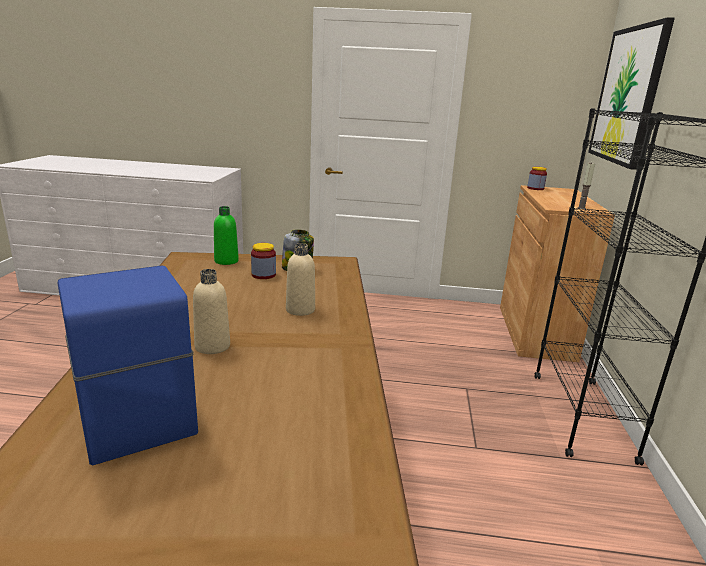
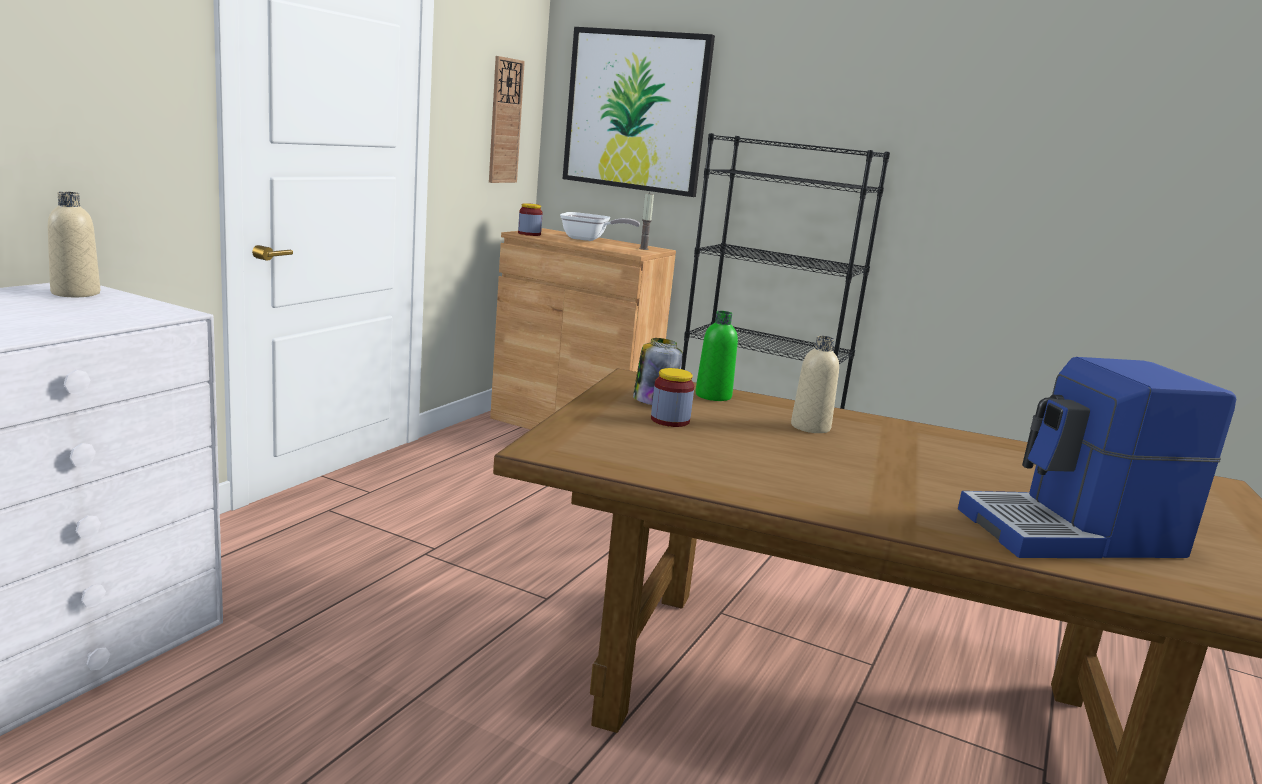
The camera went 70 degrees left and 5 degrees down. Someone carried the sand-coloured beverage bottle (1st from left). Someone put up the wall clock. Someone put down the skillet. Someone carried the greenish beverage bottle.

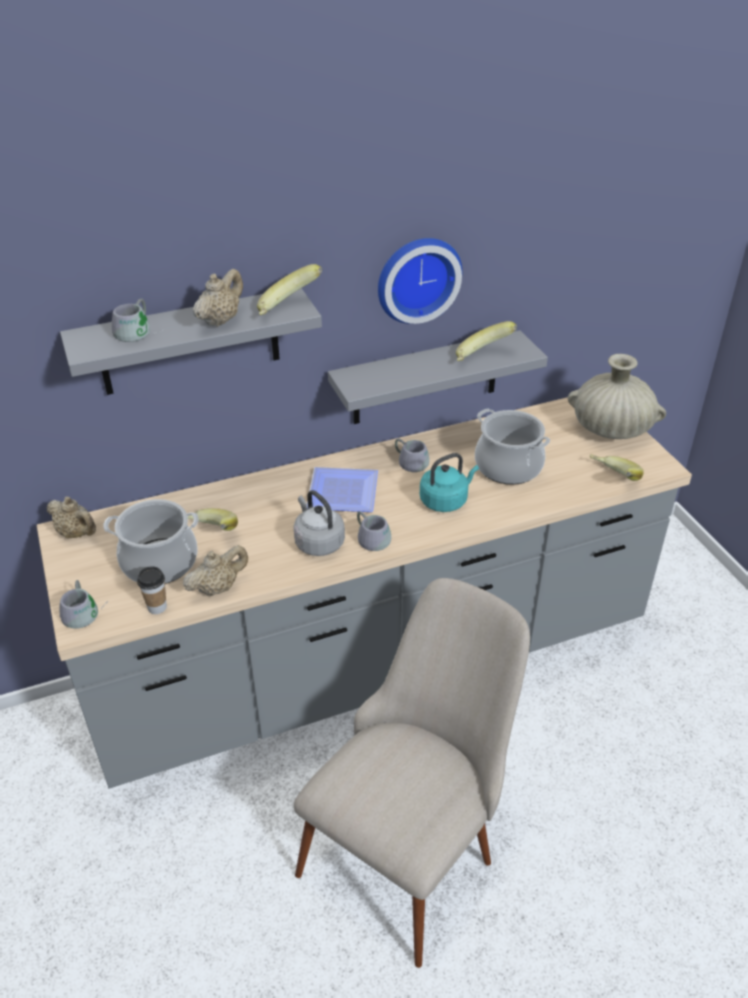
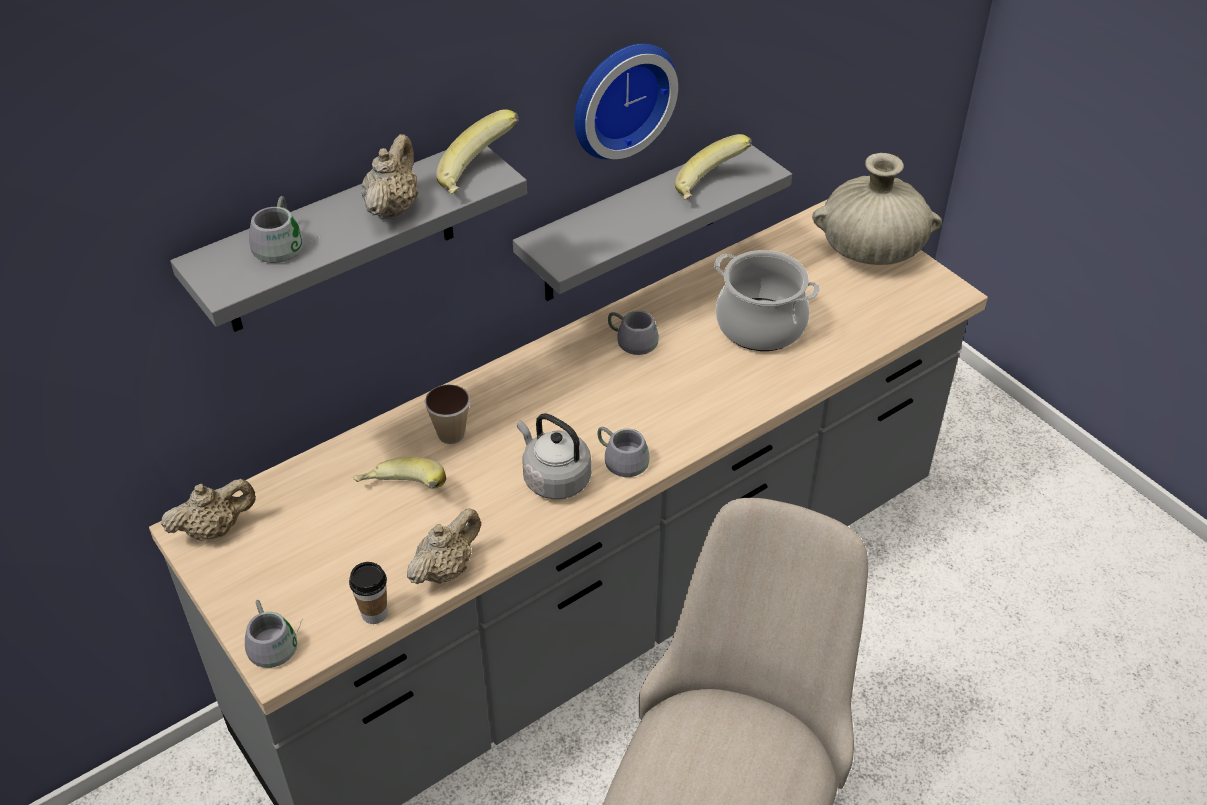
The camera went 15 degrees left and 5 degrees up. Someone rotated the sand-coloured teapot (1st from left) by 45 degrees counterclockwise. Someone put down the drinking cup (2nd from left). Someone took away the stockpot (1st from left). Someone took away the flat dish. Someone took away the turquoise kettle. Someone took away the whole banana (4th from left).

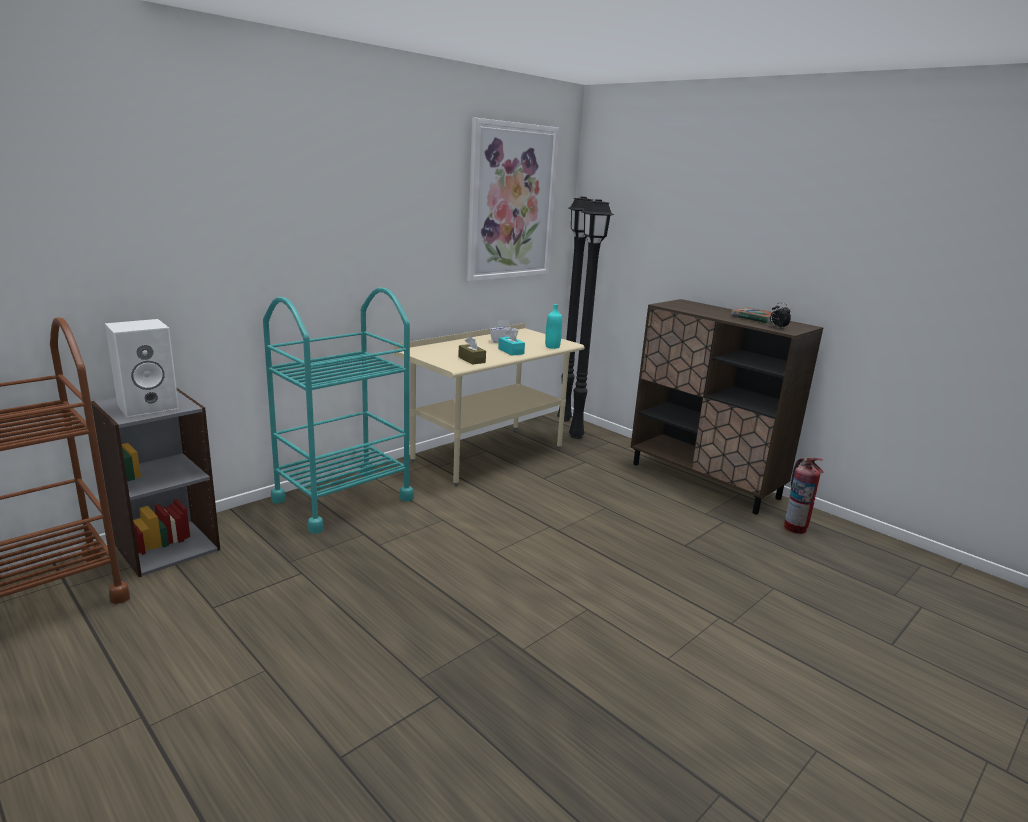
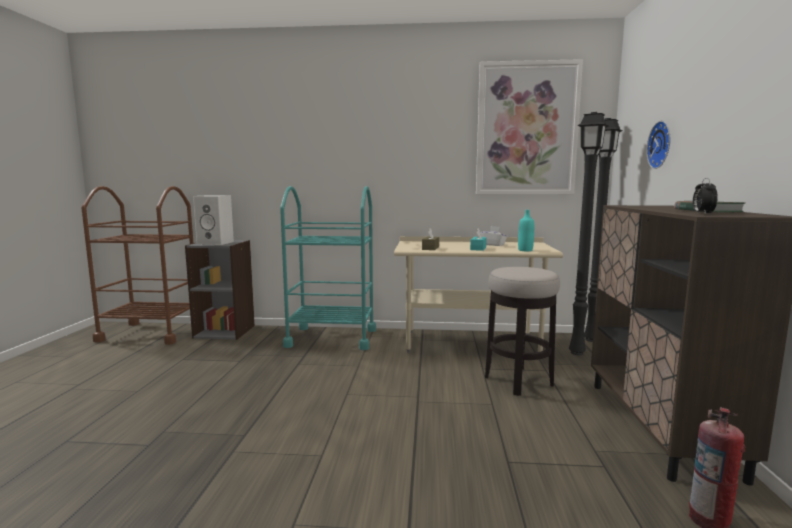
The camera went 50 degrees right and 10 degrees down. Someone put down the stool. Someone put up the wall clock.

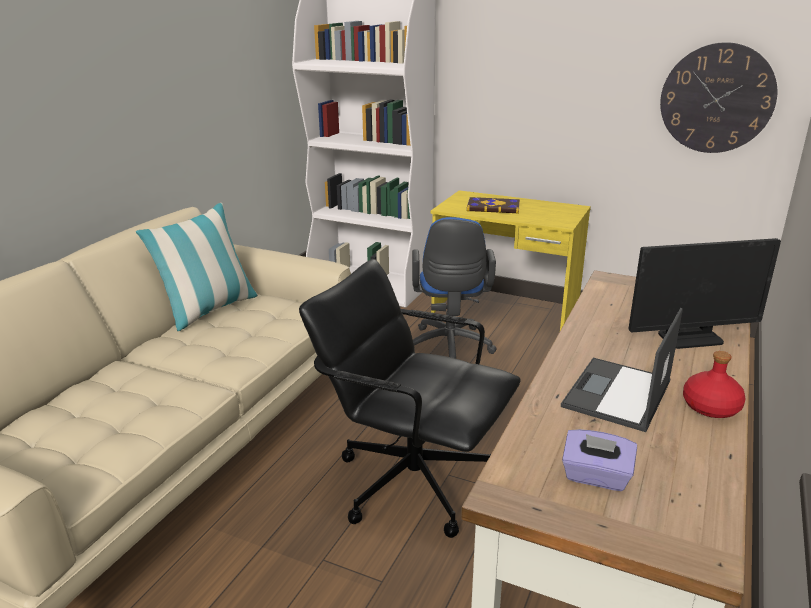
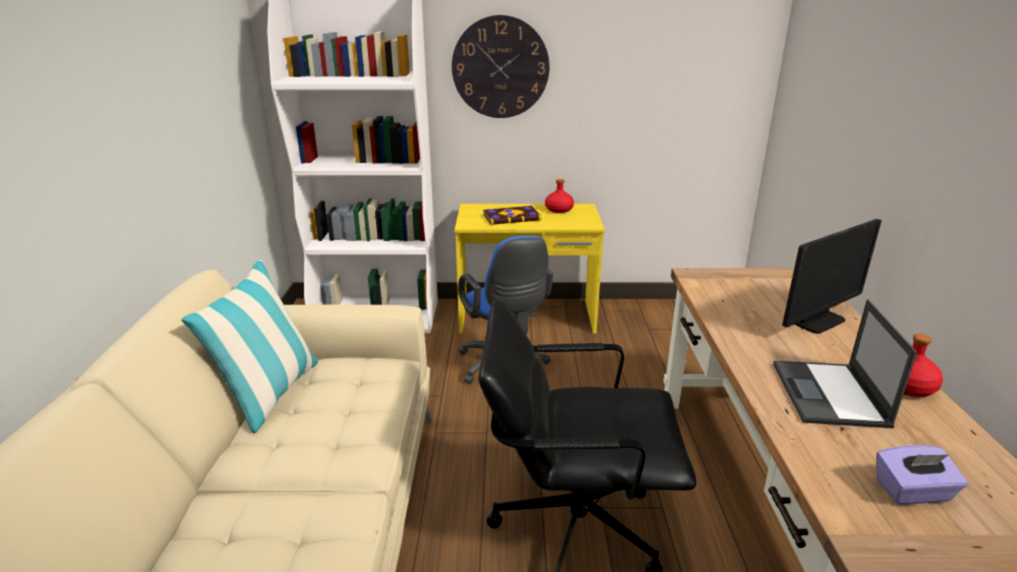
The camera went 25 degrees left and 0 degrees up. Someone carried the wall clock. Someone put down the reddish beverage bottle (1st from left).

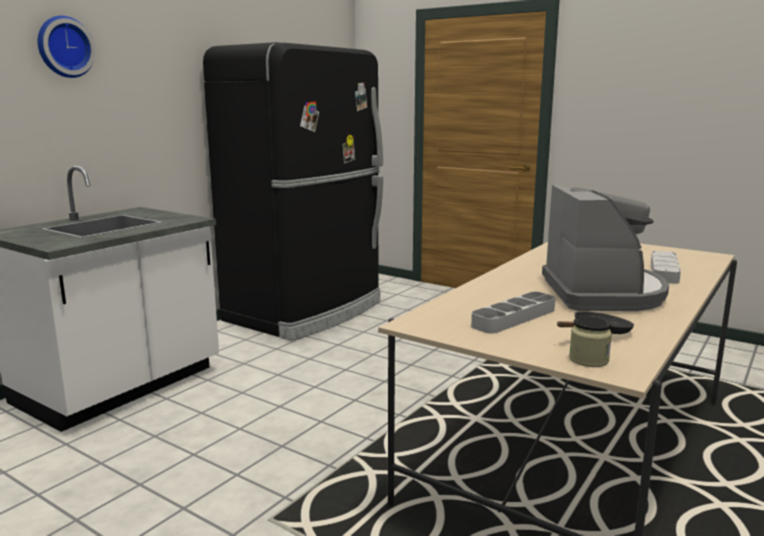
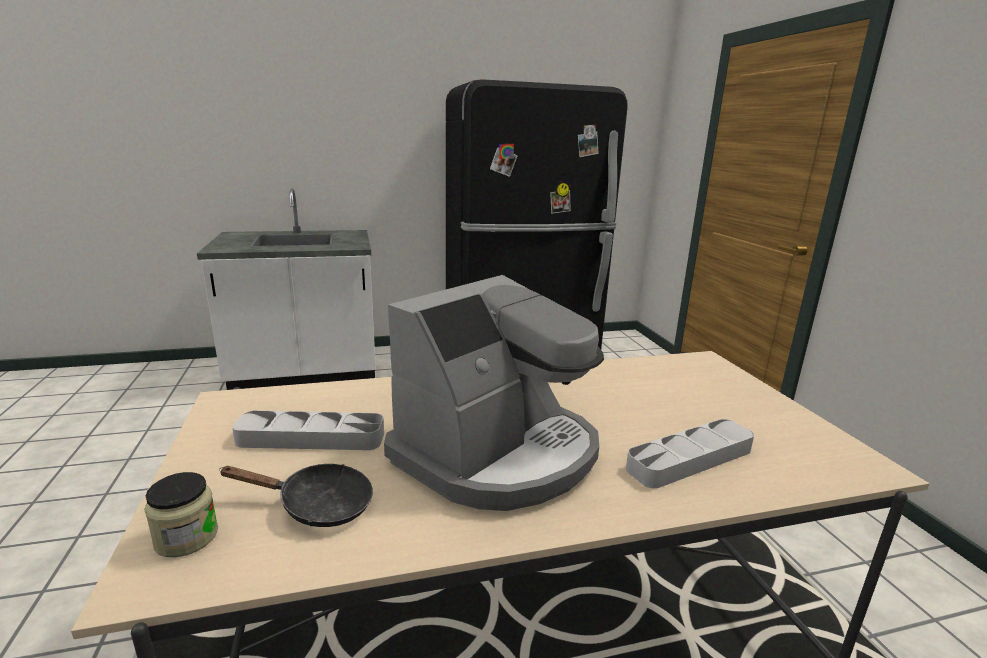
The camera went 40 degrees right and 5 degrees up. Someone took away the wall clock.

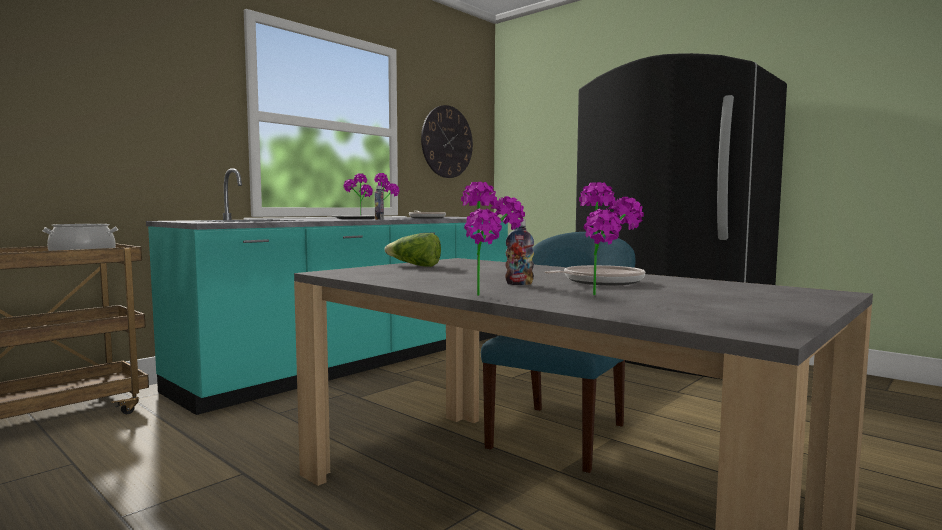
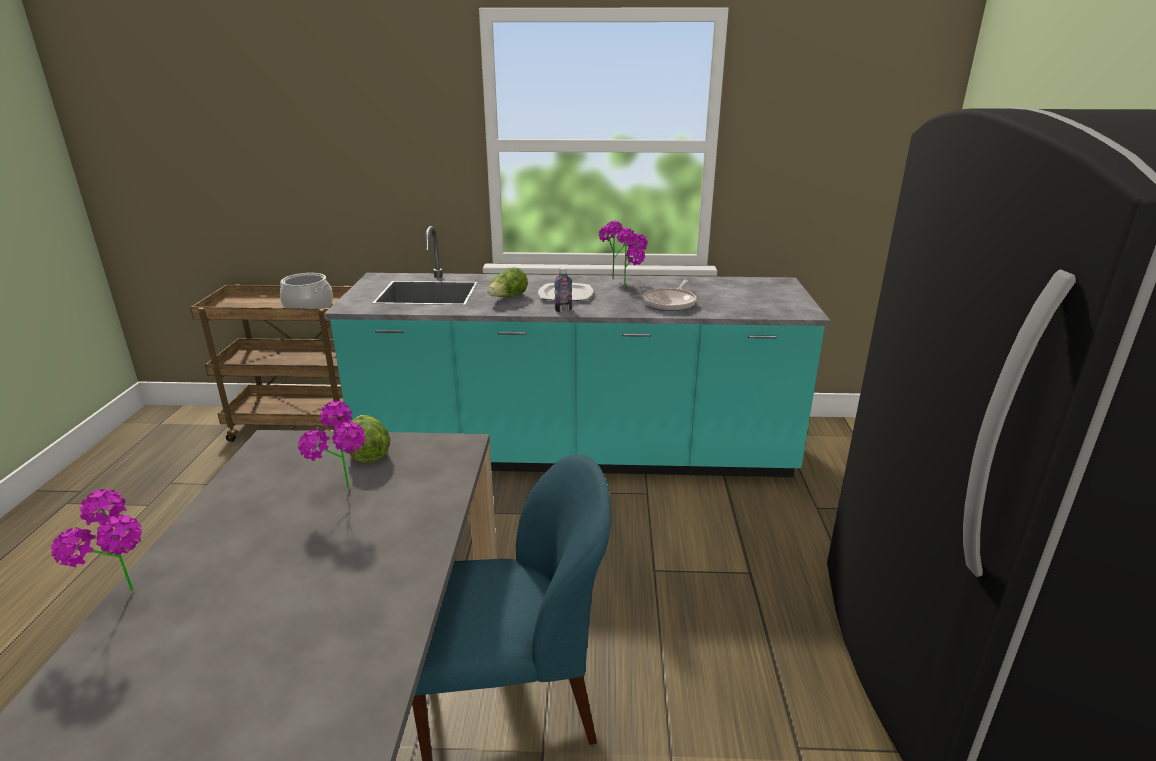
The camera went 50 degrees right and 20 degrees up. Someone carried the potted plant (4th from left in the first image). Someone put down the lettuce (2nd from left). Someone took away the wall clock. Someone took away the beverage bottle (2nd from left). Someone took away the skillet (2nd from left).

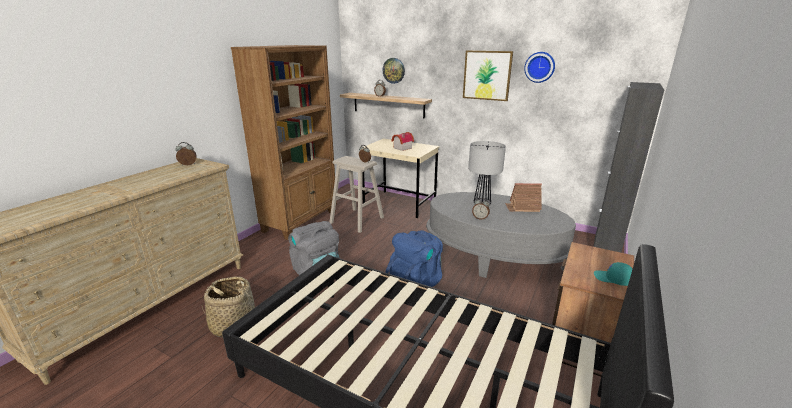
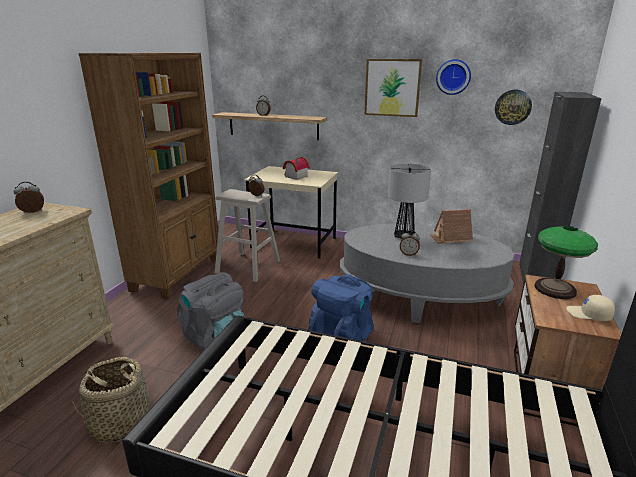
The camera went 10 degrees left and 0 degrees up. Someone carried the wall clock (1st from left in the first image). Someone put down the lamp for a table (2nd from left). Someone repainted the turquoise peaked cap, which became the sand-coloured peaked cap.

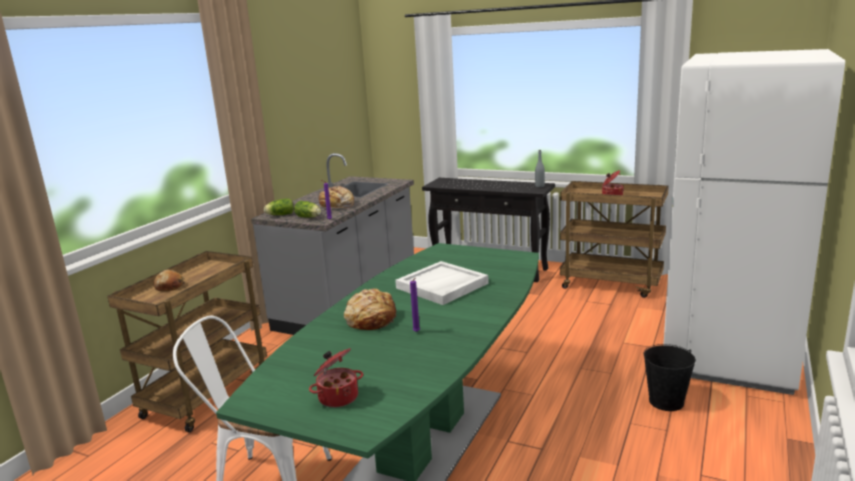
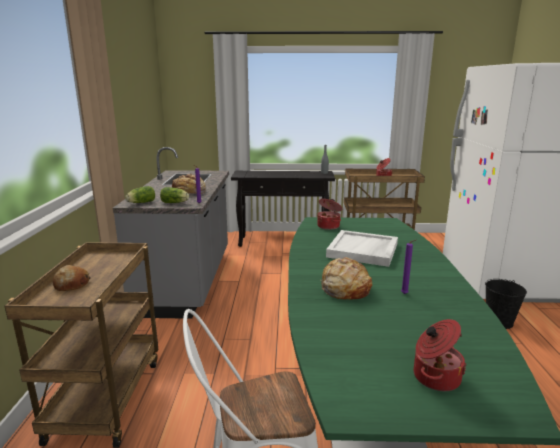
The camera went 25 degrees left and 0 degrees up. Someone put down the stockpot (1st from left).

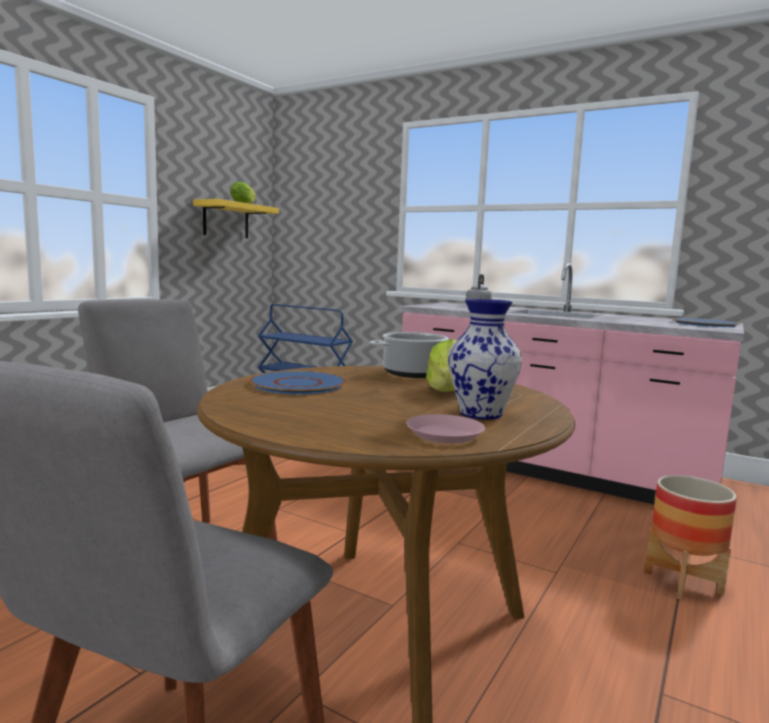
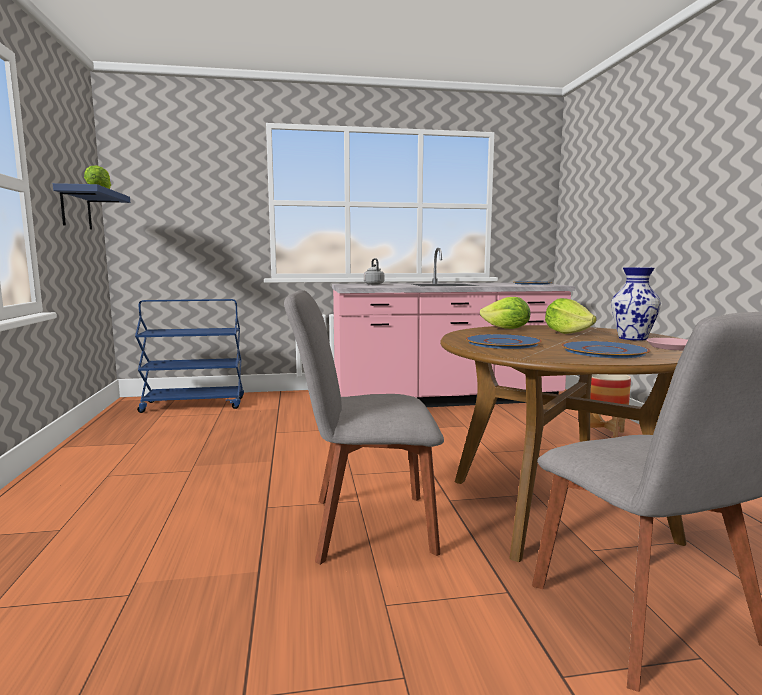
The camera went 40 degrees left and 0 degrees up. Someone repainted the yellowish bracket shelf, which became the bluish bracket shelf. Someone swapped the stockpot for the lettuce (2nd from left). Someone put down the bluish flat dish (3rd from left).

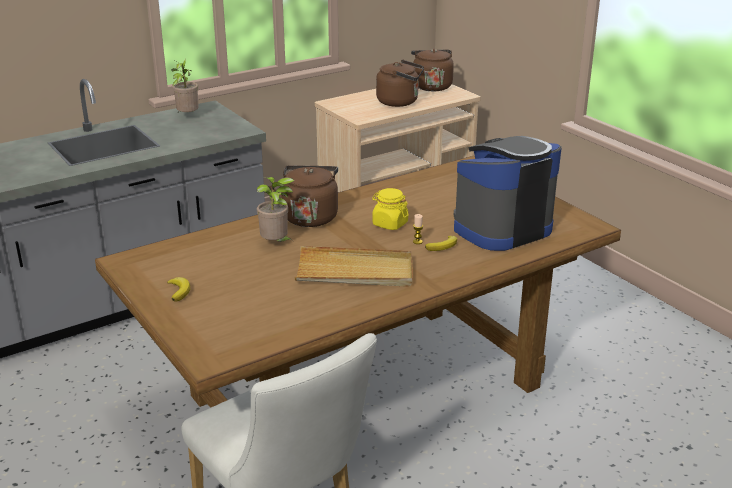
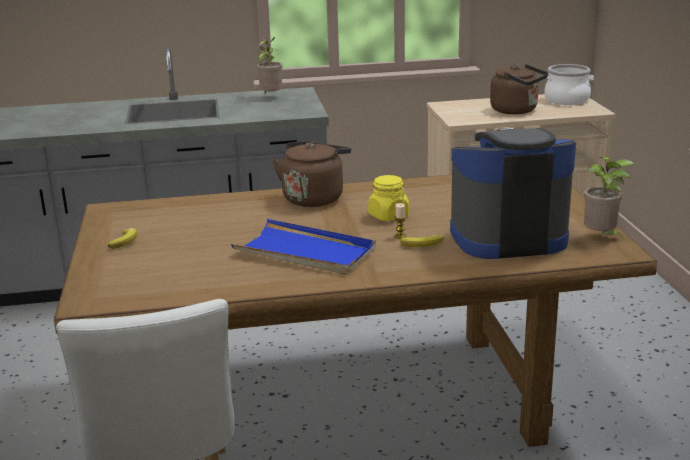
The camera went 25 degrees right and 5 degrees down. Someone repainted the sand-coloured serving tray, which became the bluish serving tray. Someone swapped the brown kettle (3rd from left) for the stockpot. Someone carried the potted plant (2nd from left).

